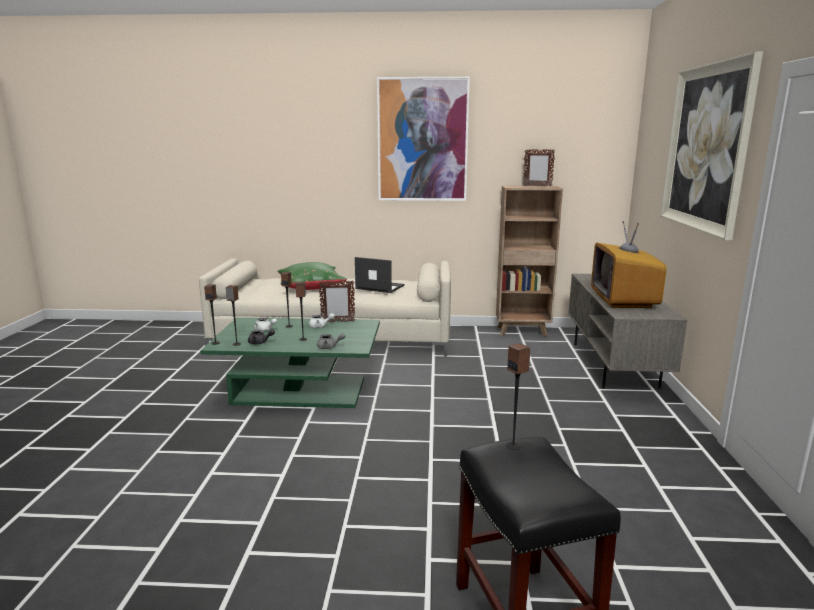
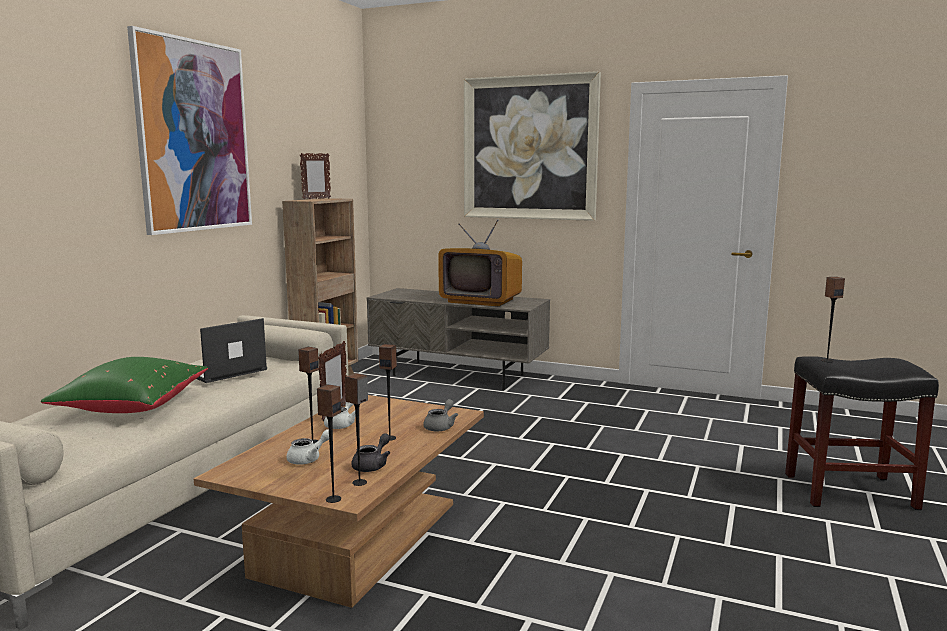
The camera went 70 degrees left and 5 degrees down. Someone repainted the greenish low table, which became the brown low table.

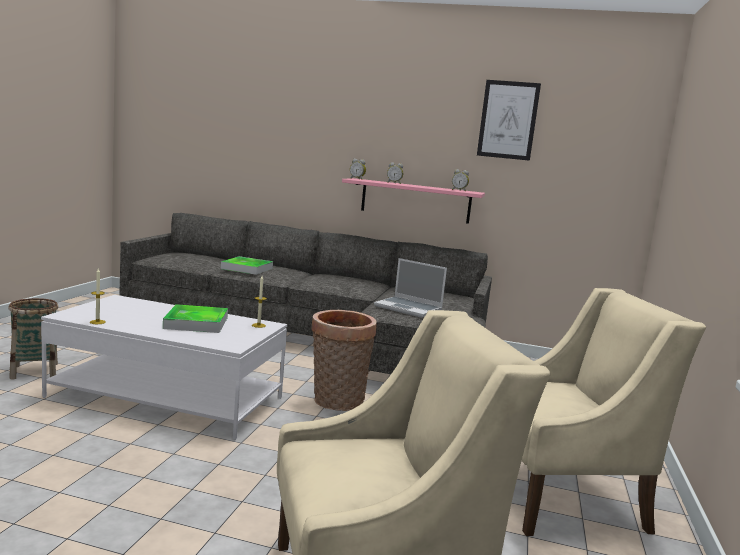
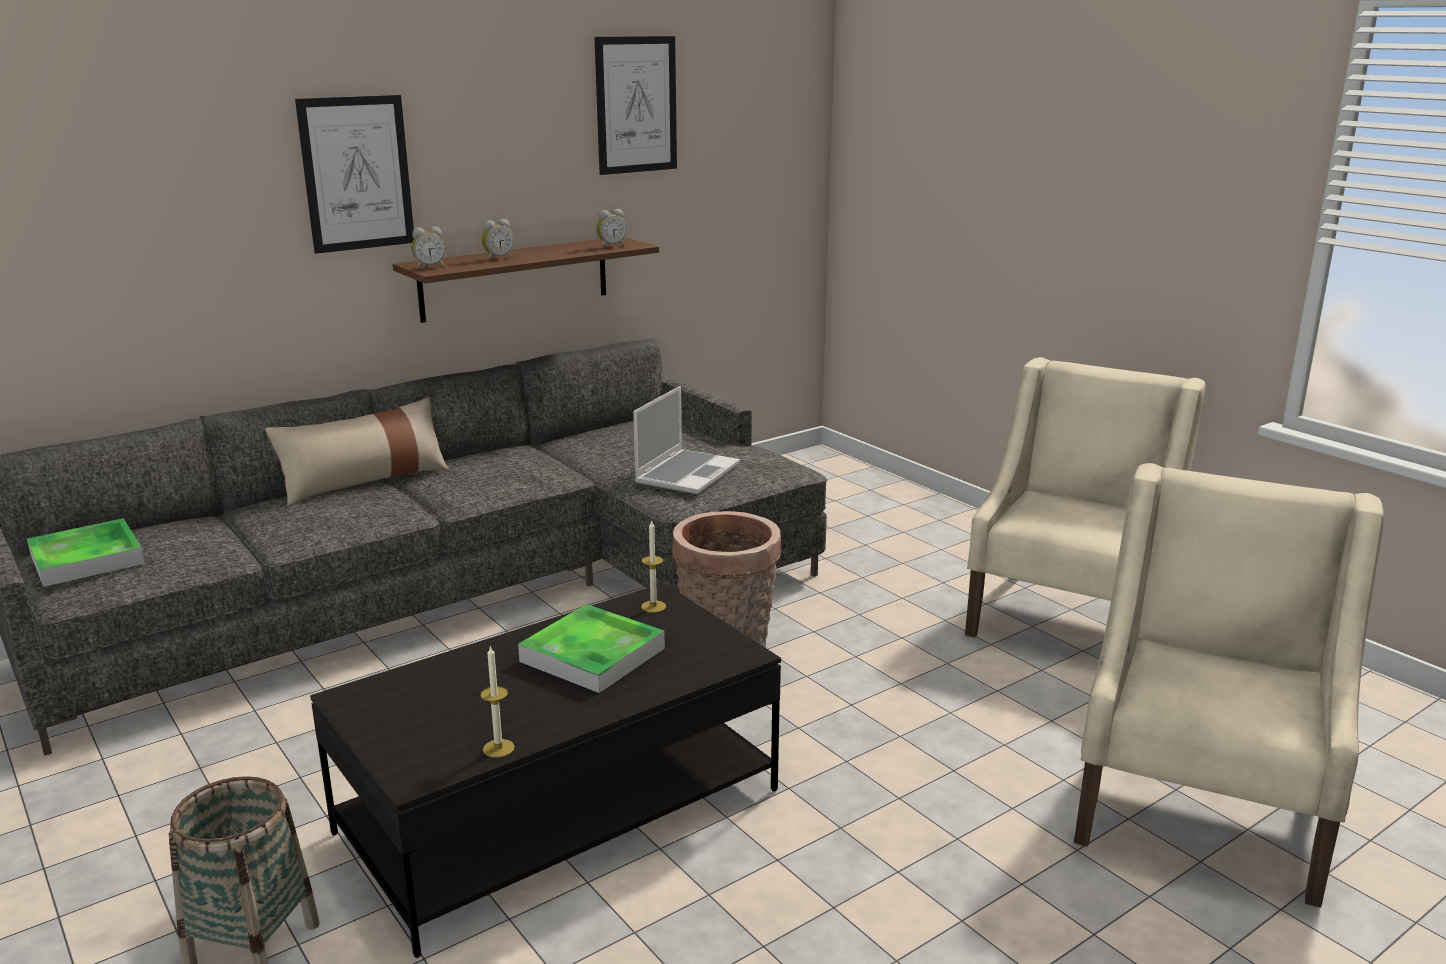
The camera went 50 degrees left and 10 degrees up. Someone carried the serving tray (2nd from left in the first image). Someone put down the sand-coloured pillow. Someone put up the wall picture (1st from left). Someone repainted the white low table, which became the black-coloured low table. Someone repainted the pink bracket shelf, which became the brown bracket shelf. Someone rotated the laptop by 45 degrees counterclockwise.

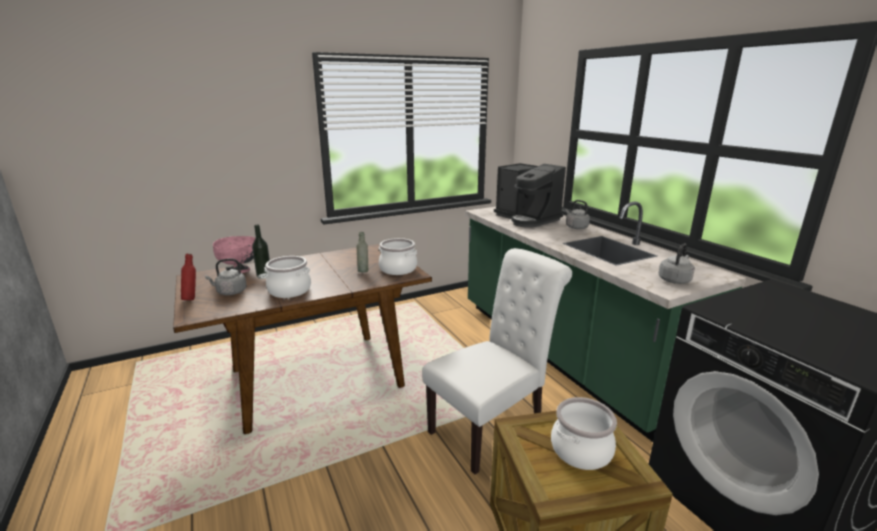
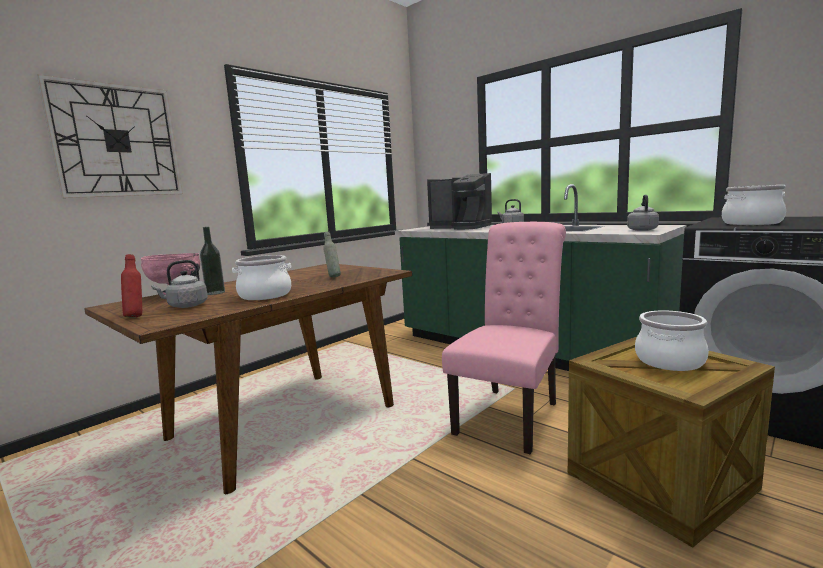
The camera went 20 degrees left and 10 degrees down. Someone put up the wall clock. Someone repainted the white chair, which became the pink chair. Someone carried the stockpot (2nd from left in the first image).

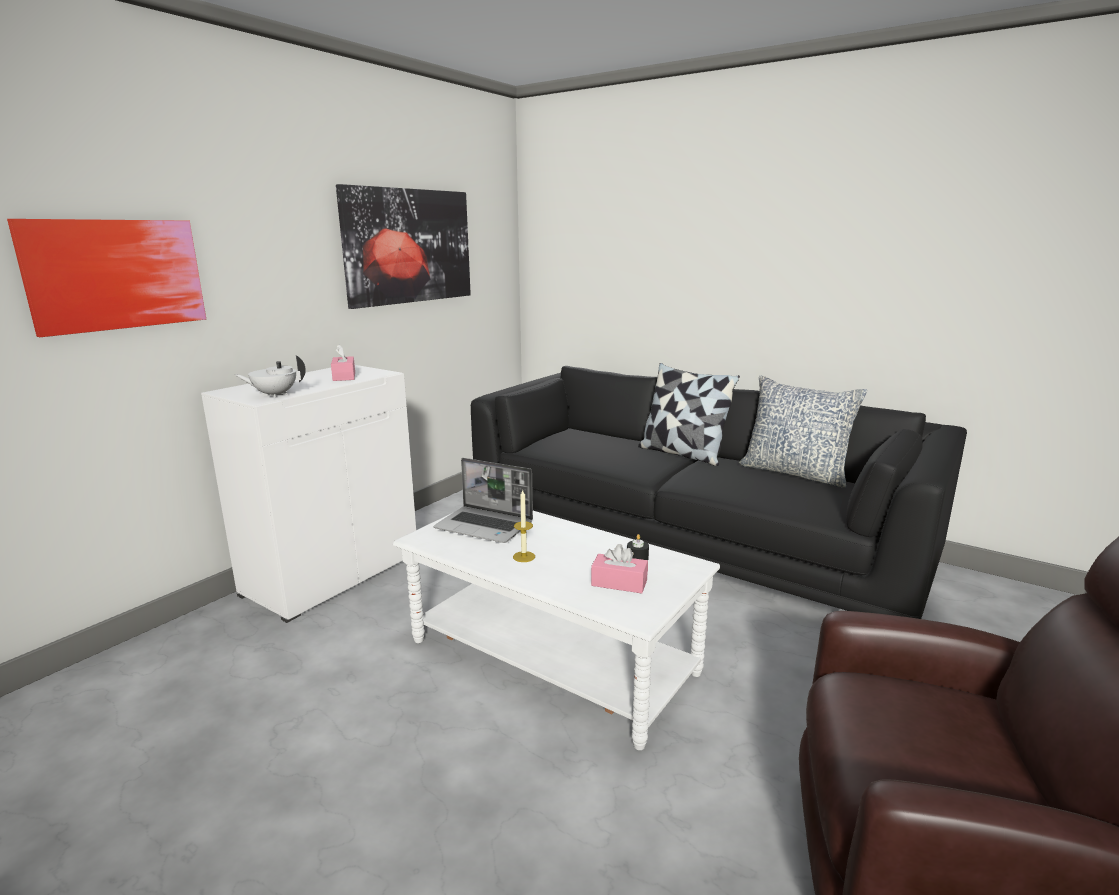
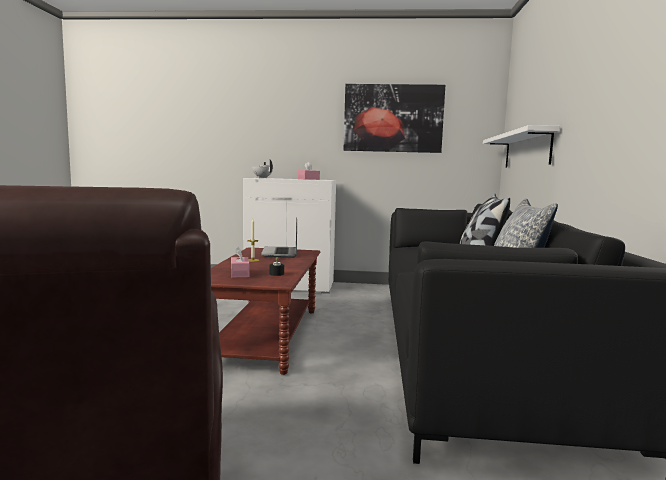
The camera went 60 degrees right and 10 degrees down. Someone repainted the white low table, which became the brown low table. Someone put up the white bracket shelf. Someone took away the wall picture (1st from left).

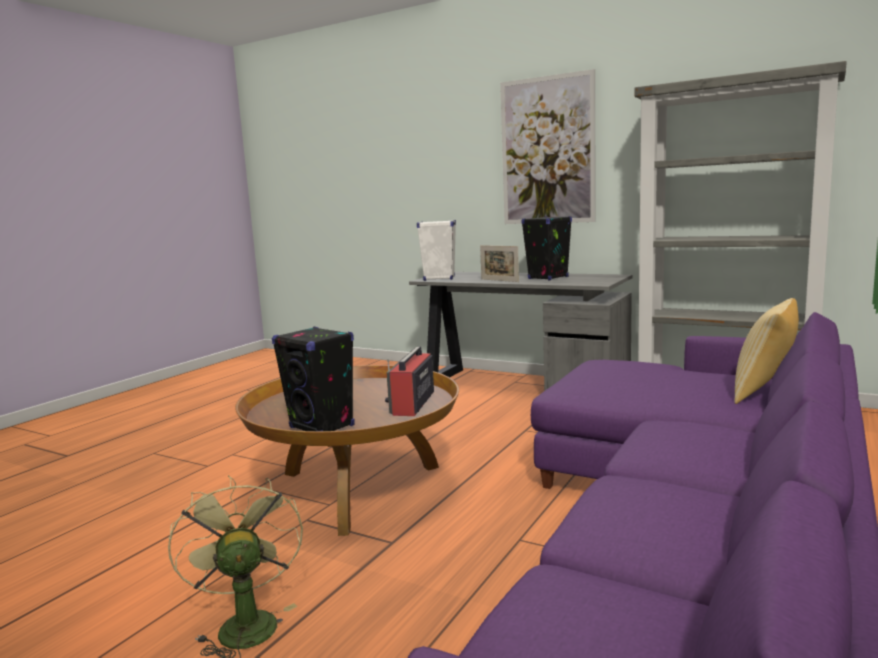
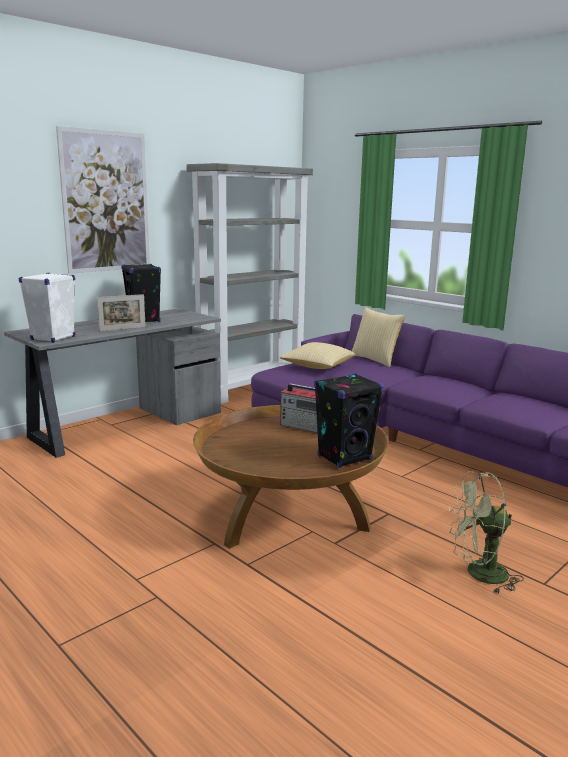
The camera went 75 degrees left and 5 degrees up. Someone put down the pillow (1st from left).

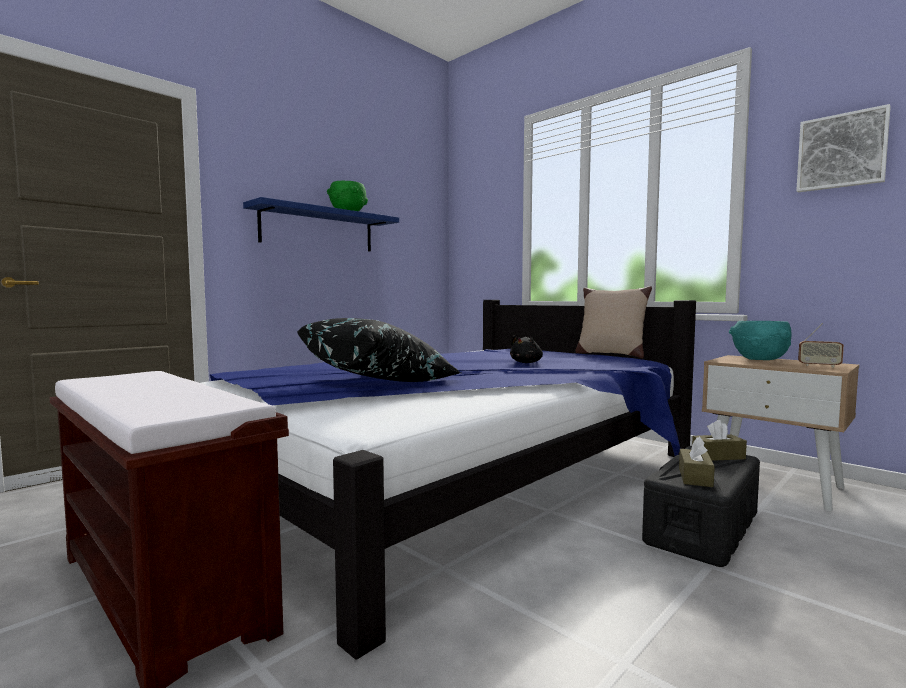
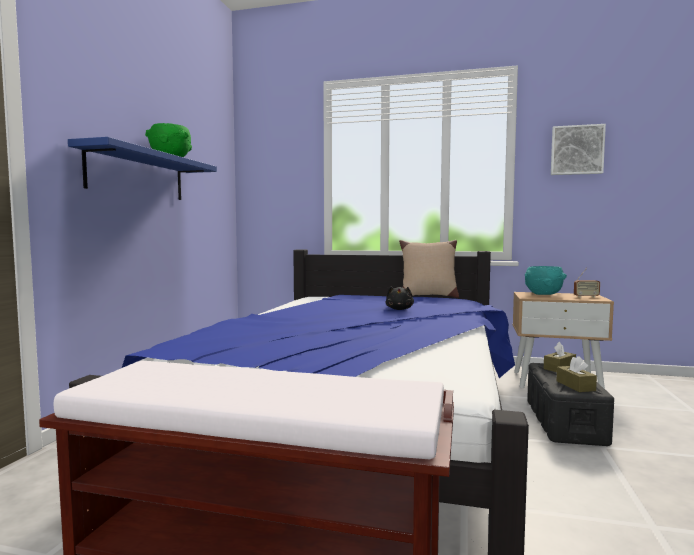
The camera went 30 degrees left and 0 degrees up. Someone took away the black-coloured pillow.

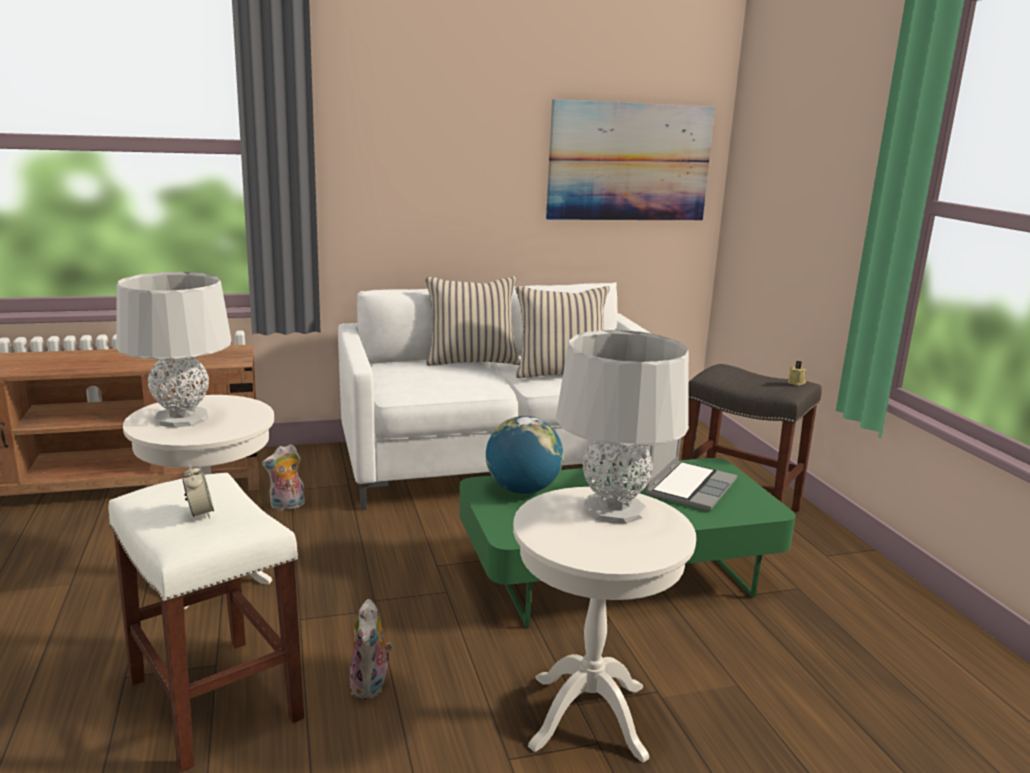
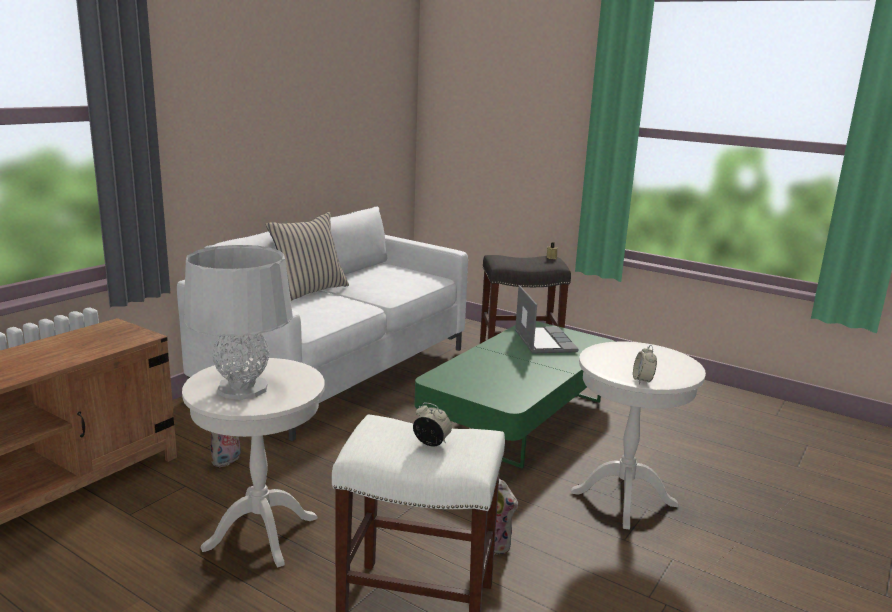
The camera went 40 degrees left and 0 degrees up. Someone put down the table clock (2nd from left). Someone took away the desk globe. Someone took away the sand-coloured pillow (2nd from left). Someone took away the wall picture. Someone took away the grey lamp for a table (2nd from left).

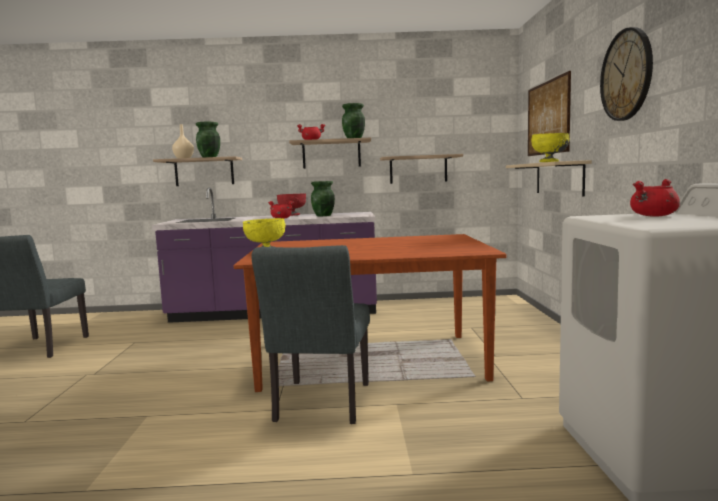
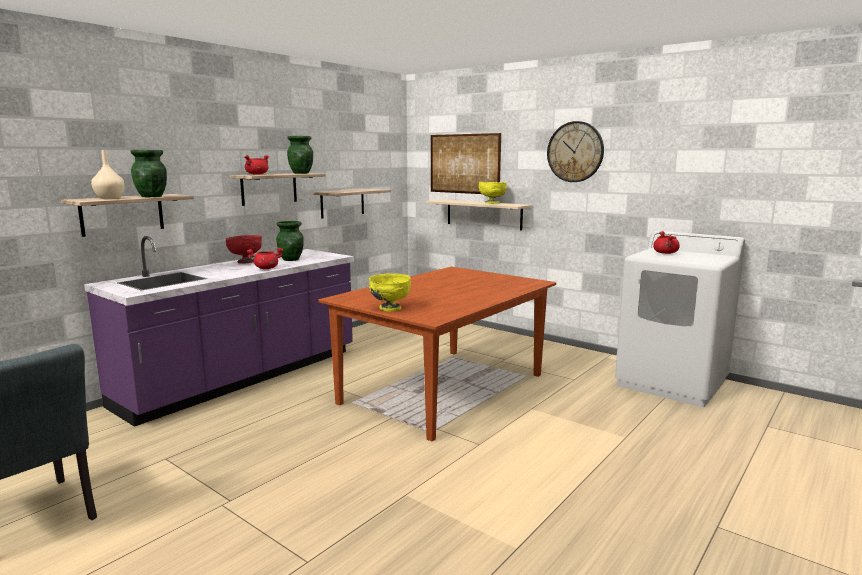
The camera went 50 degrees left and 5 degrees up. Someone took away the grey chair (2nd from left).

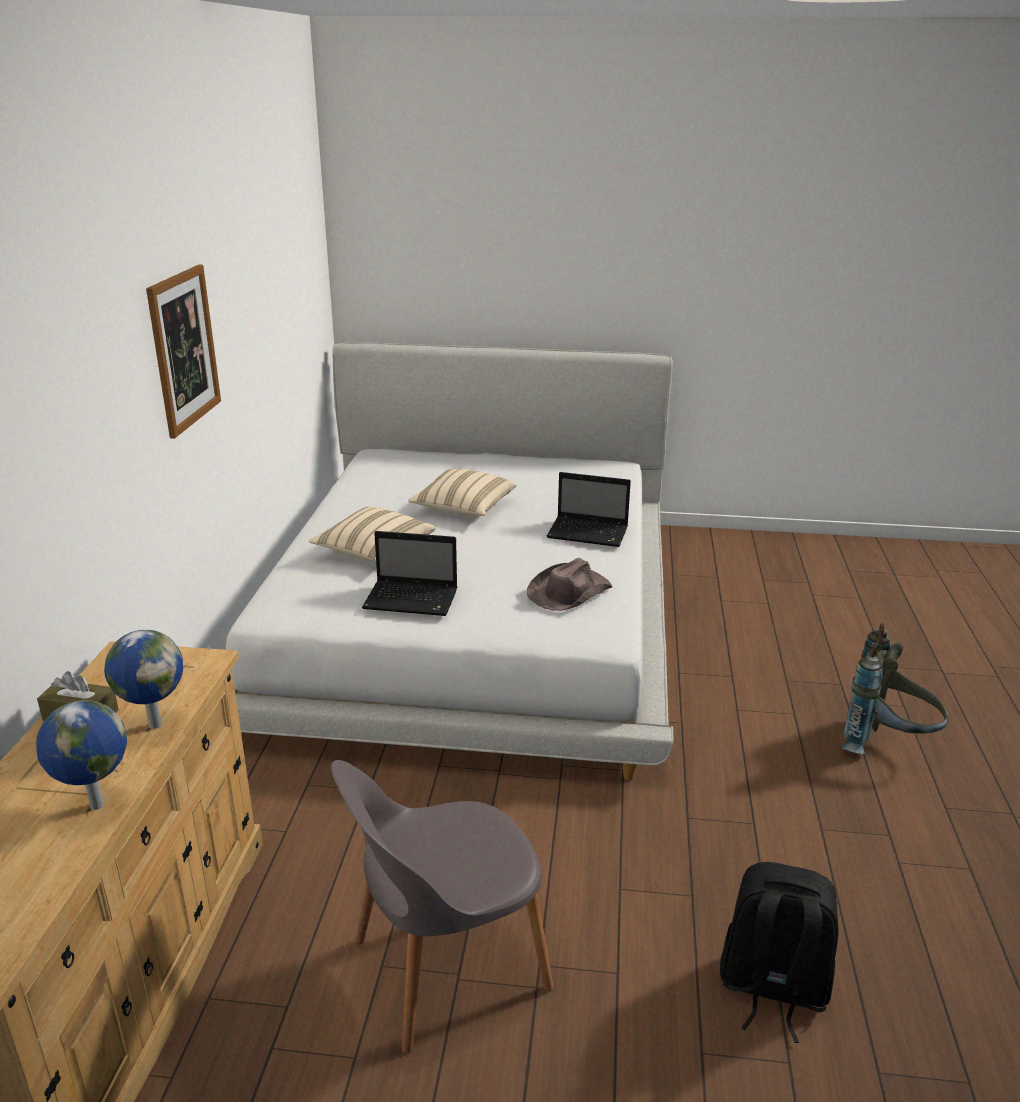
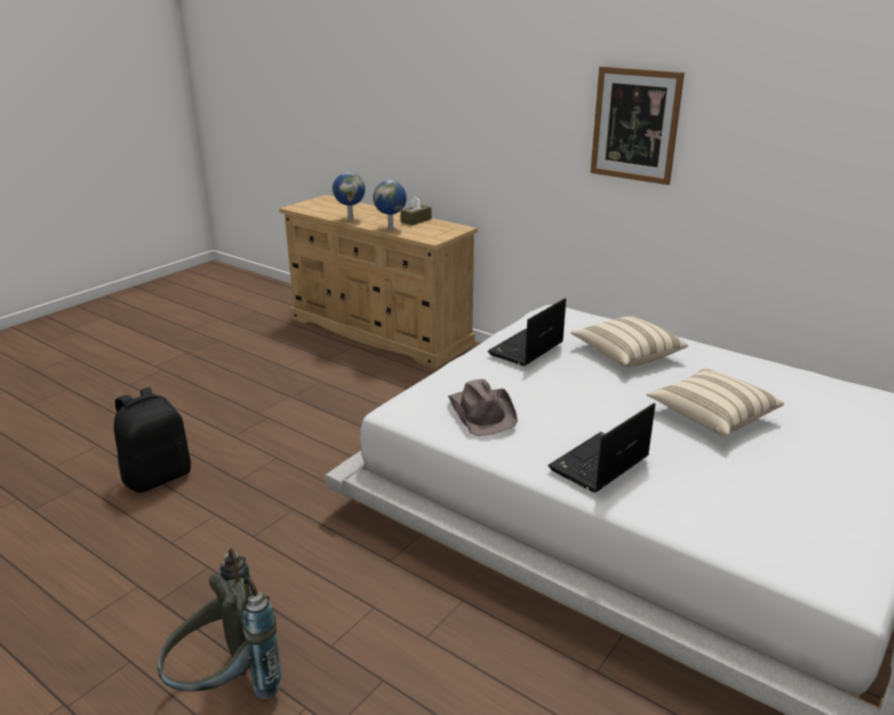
The camera went 120 degrees right and 0 degrees up. Someone took away the grey chair.

